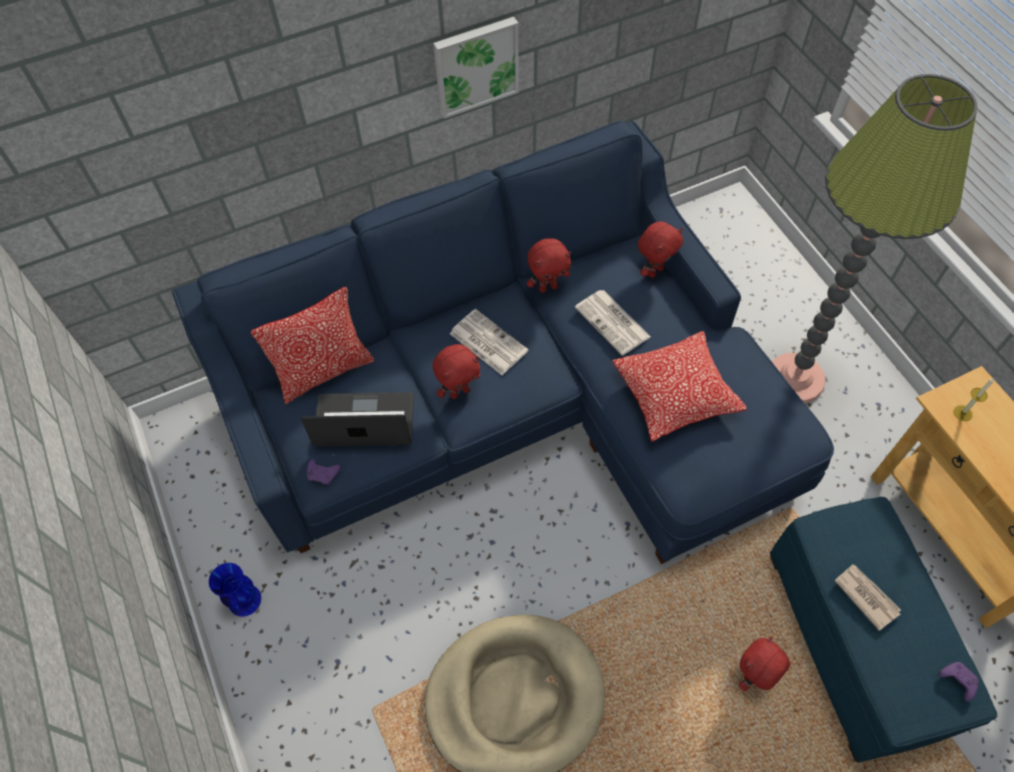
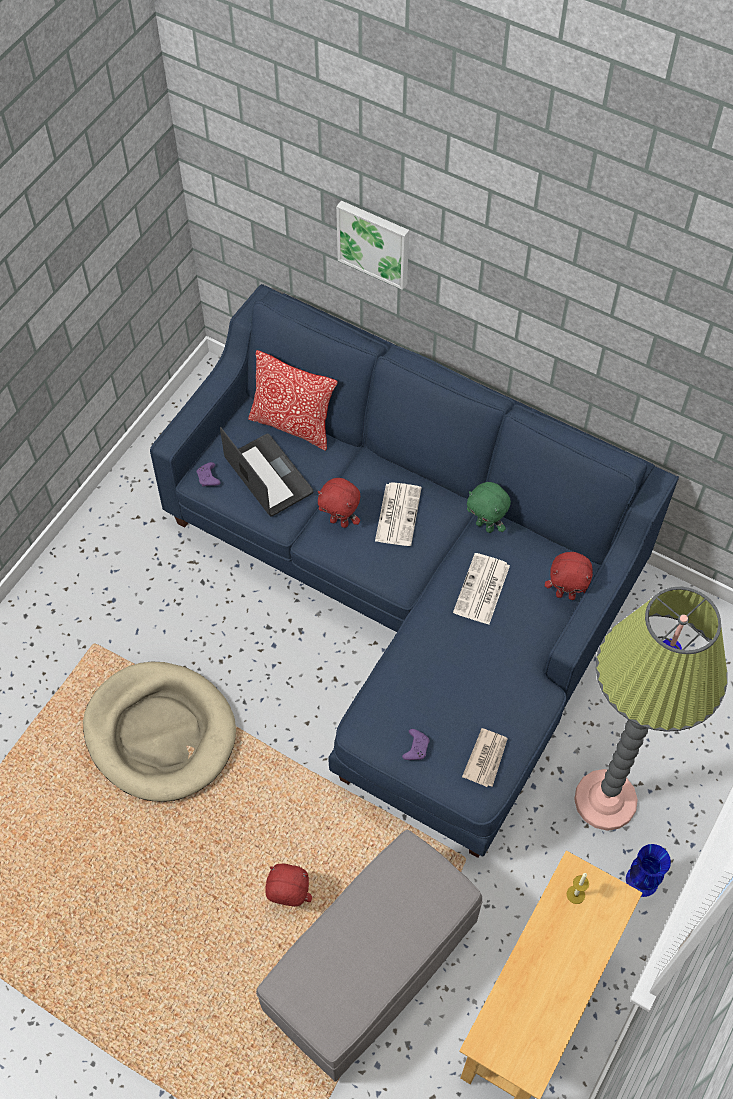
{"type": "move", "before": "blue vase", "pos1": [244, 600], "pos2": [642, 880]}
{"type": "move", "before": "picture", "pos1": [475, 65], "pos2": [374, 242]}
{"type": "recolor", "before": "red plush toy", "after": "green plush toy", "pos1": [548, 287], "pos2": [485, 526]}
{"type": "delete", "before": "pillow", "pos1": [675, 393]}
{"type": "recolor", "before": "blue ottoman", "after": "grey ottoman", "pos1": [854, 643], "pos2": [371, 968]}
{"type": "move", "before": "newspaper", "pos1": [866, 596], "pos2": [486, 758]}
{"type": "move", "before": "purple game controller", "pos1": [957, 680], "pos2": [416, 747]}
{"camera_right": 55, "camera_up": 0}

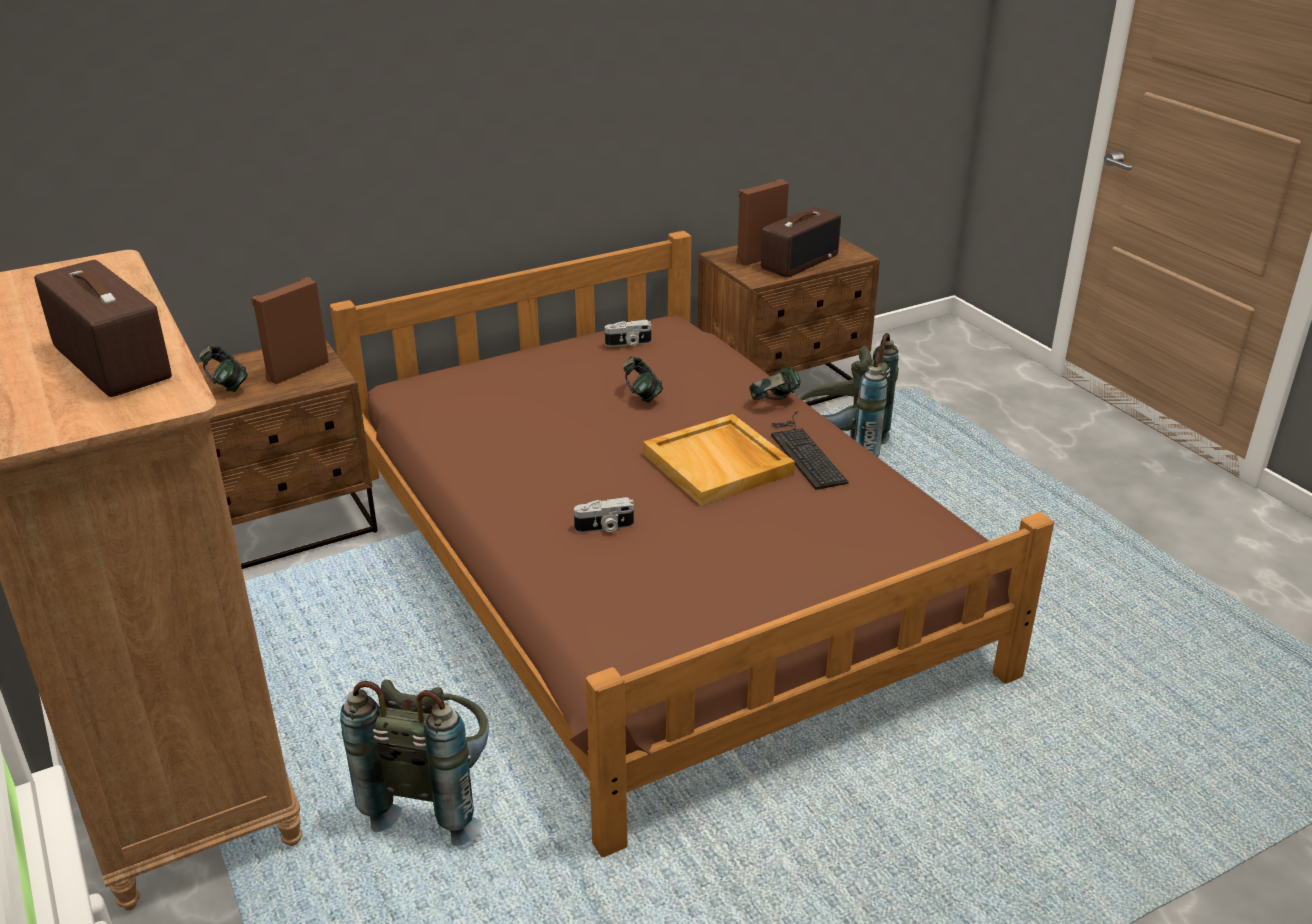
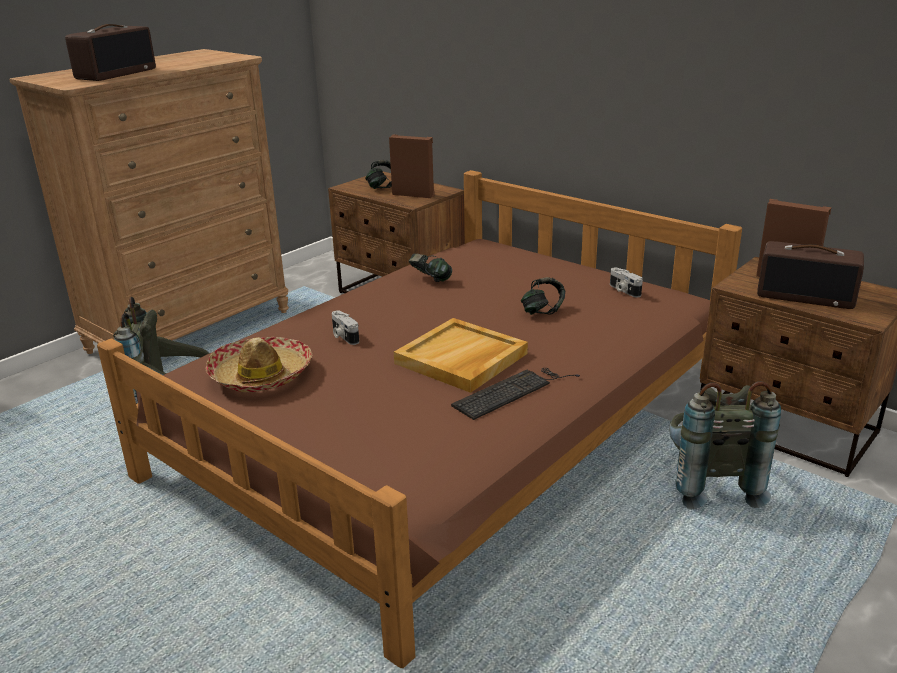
{"type": "move", "before": "headphones", "pos1": [774, 402], "pos2": [430, 280]}
{"type": "insert", "after": "hat", "pos2": [261, 375]}
{"camera_right": 70, "camera_up": -5}

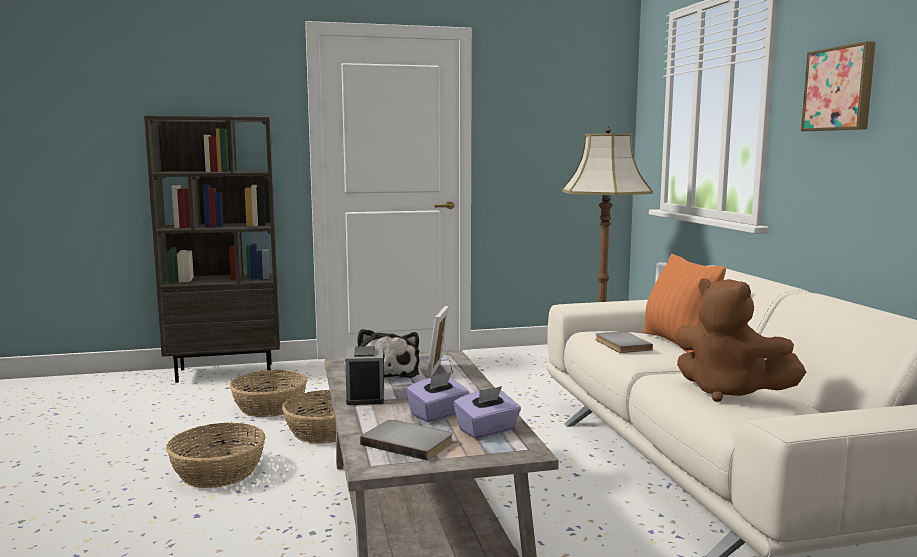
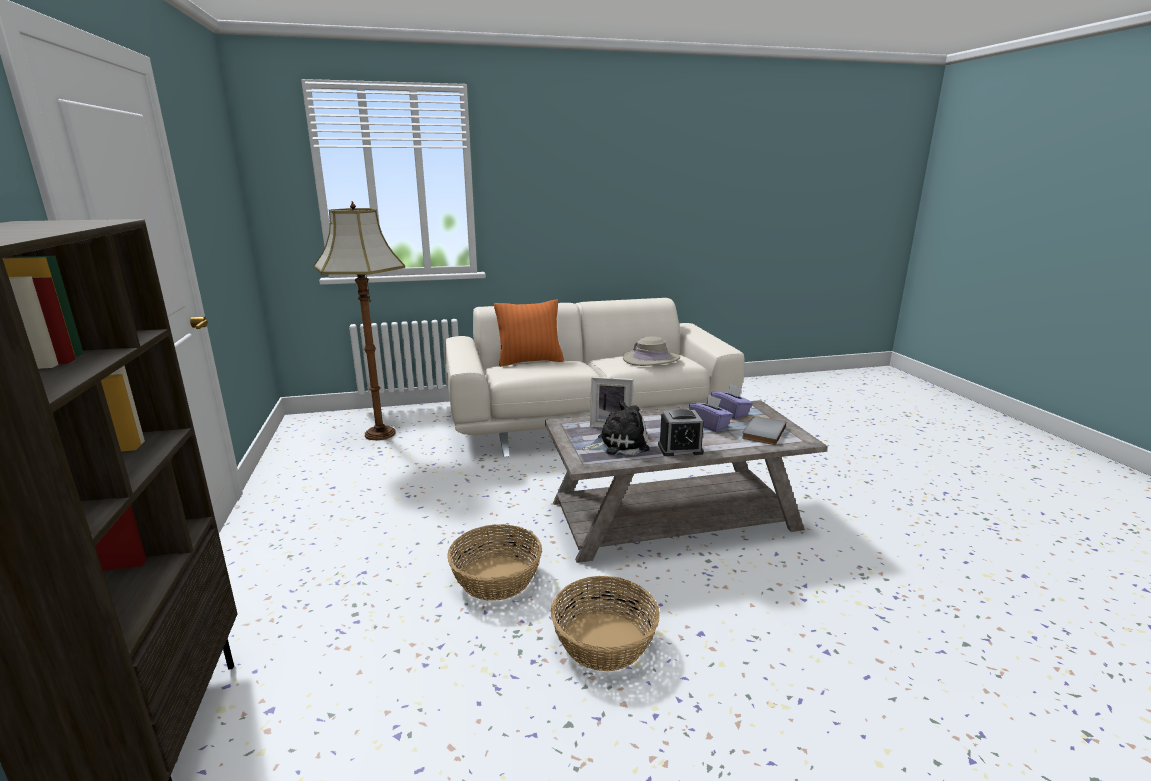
{"type": "delete", "before": "basket", "pos1": [270, 407]}
{"type": "delete", "before": "grey book", "pos1": [620, 345]}
{"type": "replace", "before": "brown plush toy", "after": "beige hat", "pos1": [728, 392], "pos2": [651, 359]}
{"type": "delete", "before": "picture", "pos1": [840, 89]}
{"camera_right": -90, "camera_up": 10}

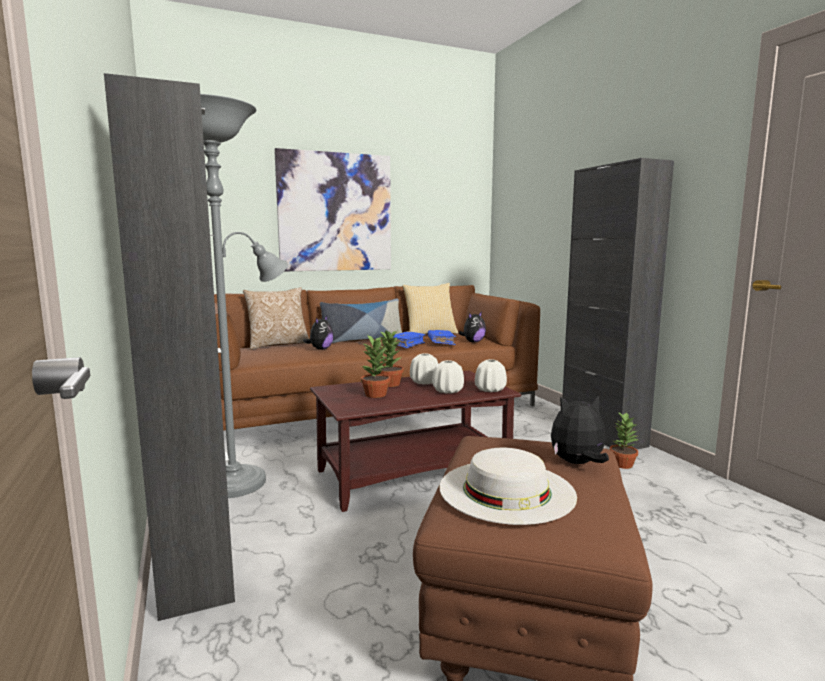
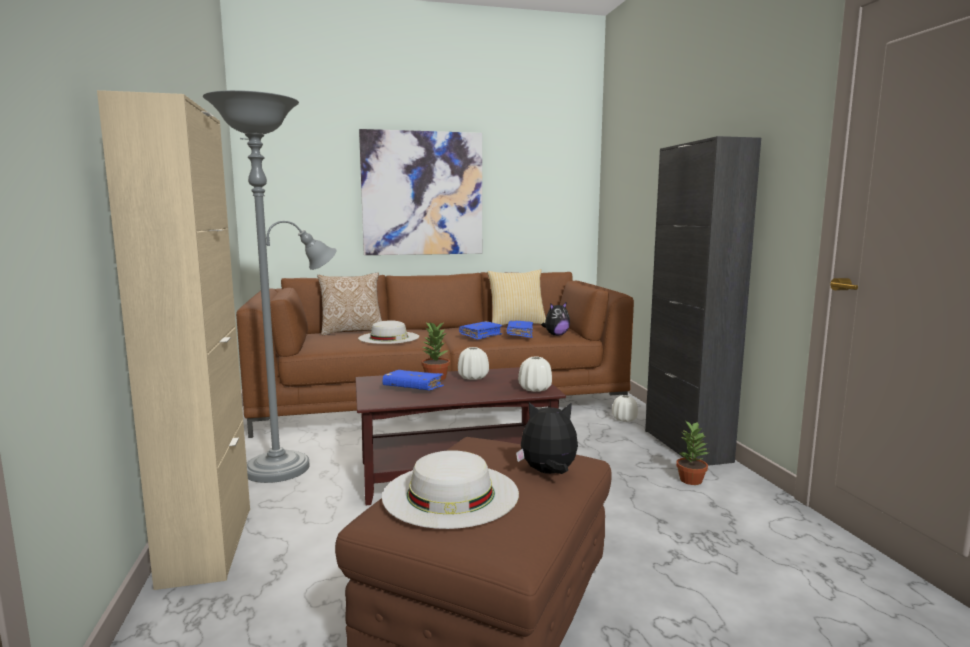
{"type": "recolor", "before": "black cabinet", "after": "beige cabinet", "pos1": [196, 567], "pos2": [207, 545]}
{"type": "replace", "before": "plush toy", "after": "white hat", "pos1": [320, 349], "pos2": [389, 337]}
{"type": "delete", "before": "pillow", "pos1": [362, 340]}
{"type": "replace", "before": "potted plant", "after": "blue book", "pos1": [375, 394], "pos2": [413, 388]}
{"type": "move", "before": "white vase", "pos1": [448, 391], "pos2": [624, 419]}
{"camera_right": 10, "camera_up": 0}

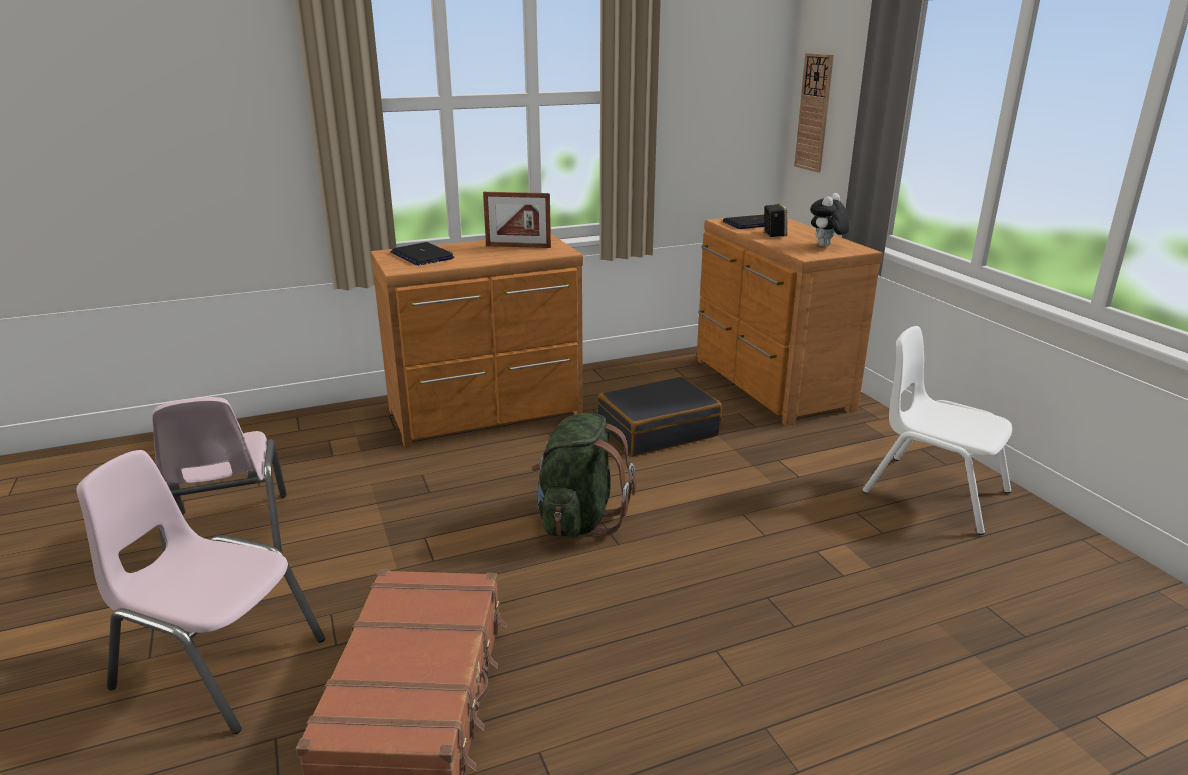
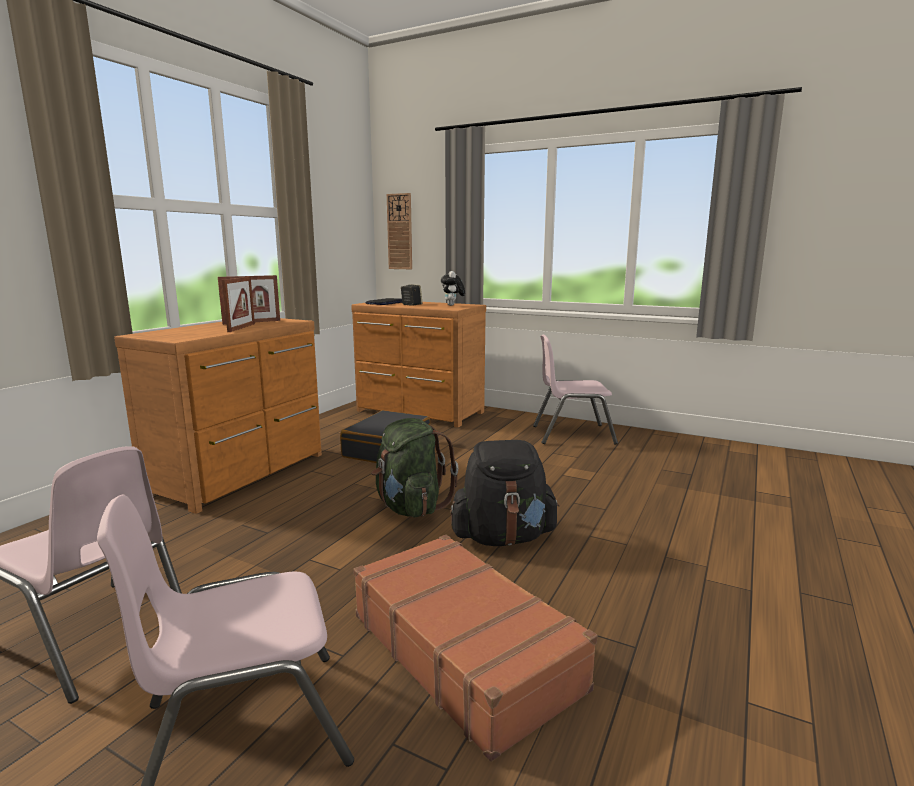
{"type": "delete", "before": "laptop", "pos1": [422, 256]}
{"type": "recolor", "before": "white chair", "after": "pink chair", "pos1": [934, 492], "pos2": [572, 434]}
{"type": "insert", "after": "picture frame", "pos2": [241, 327]}
{"type": "insert", "after": "black backpack", "pos2": [503, 537]}
{"camera_right": -40, "camera_up": -10}

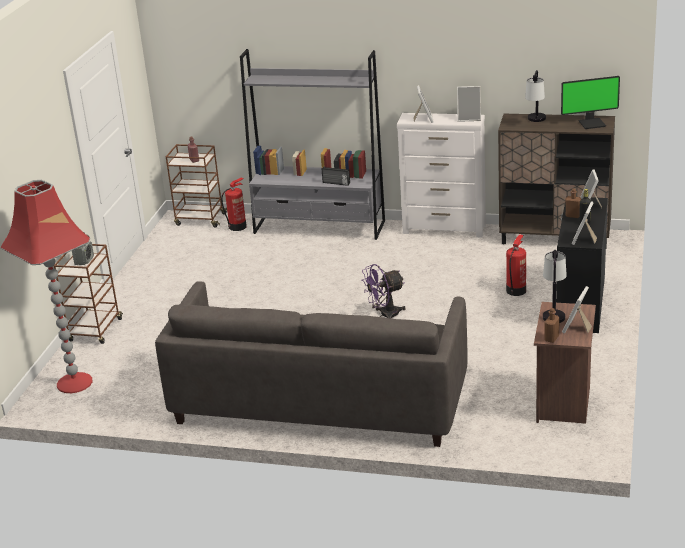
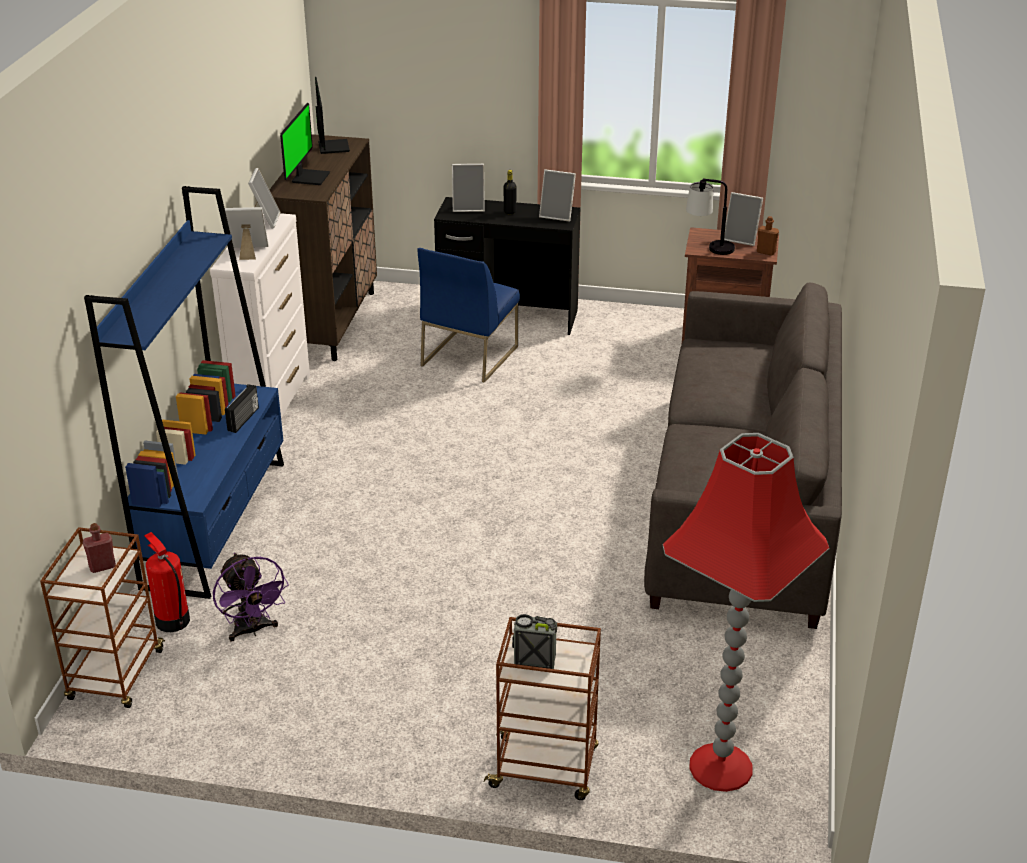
{"type": "recolor", "before": "grey bookcase", "after": "blue bookcase", "pos1": [319, 227], "pos2": [216, 523]}
{"type": "move", "before": "purple fan", "pos1": [385, 315], "pos2": [252, 630]}
{"type": "replace", "before": "fire extinguisher", "after": "blue chair", "pos1": [516, 290], "pos2": [469, 355]}
{"type": "replace", "before": "table lamp", "after": "monitor", "pos1": [536, 122], "pos2": [309, 177]}
{"type": "delete", "before": "brown bottle", "pos1": [573, 216]}
{"camera_right": -95, "camera_up": 5}

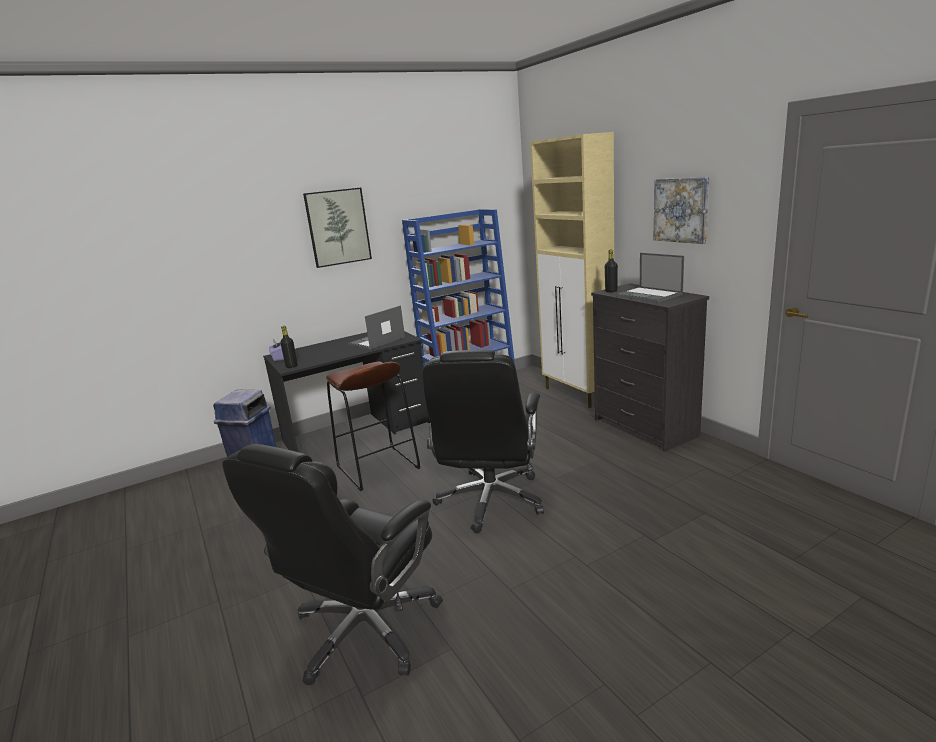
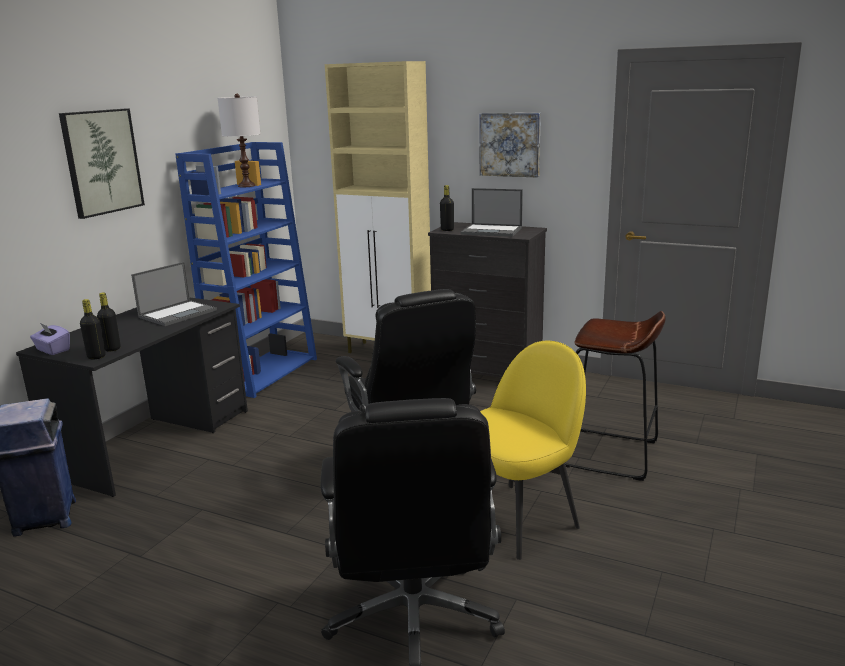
{"type": "move", "before": "brown stool", "pos1": [377, 467], "pos2": [609, 454]}
{"type": "rotate", "before": "laptop", "pos1": [376, 341], "pos2": [178, 313], "turn": -150}
{"type": "insert", "after": "black bottle", "pos2": [112, 349]}
{"type": "insert", "after": "white table lamp", "pos2": [246, 186]}
{"type": "insert", "after": "yellow chair", "pos2": [518, 518]}
{"camera_right": -35, "camera_up": 0}

